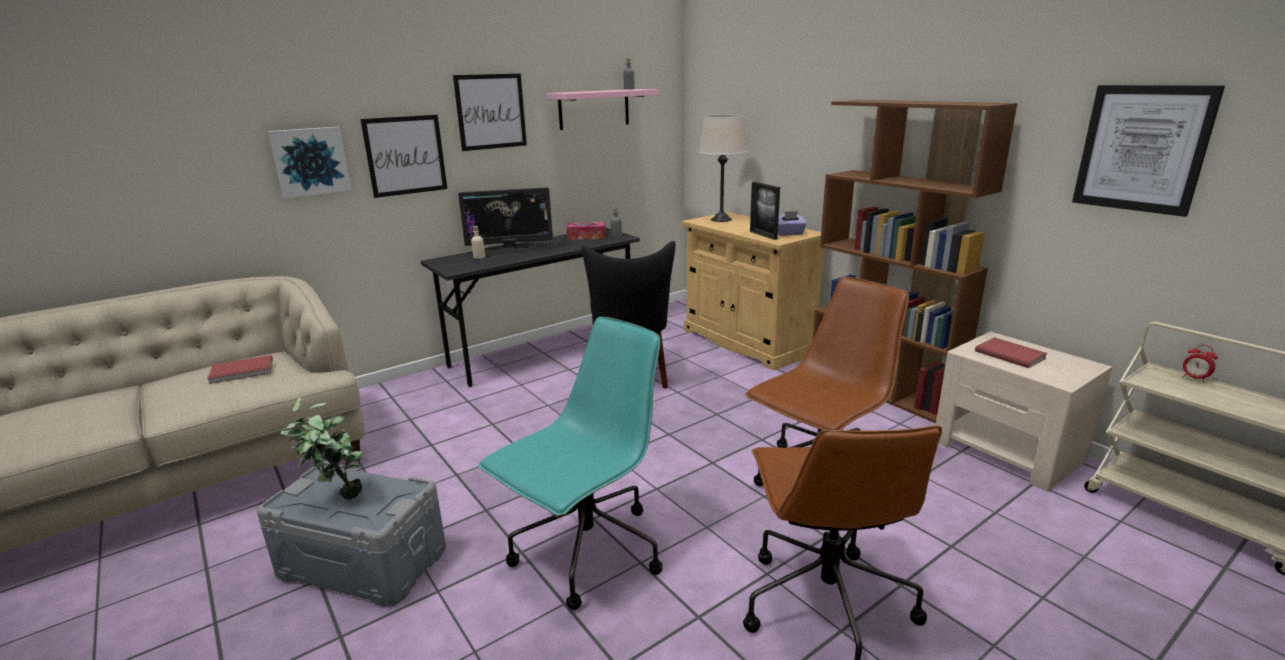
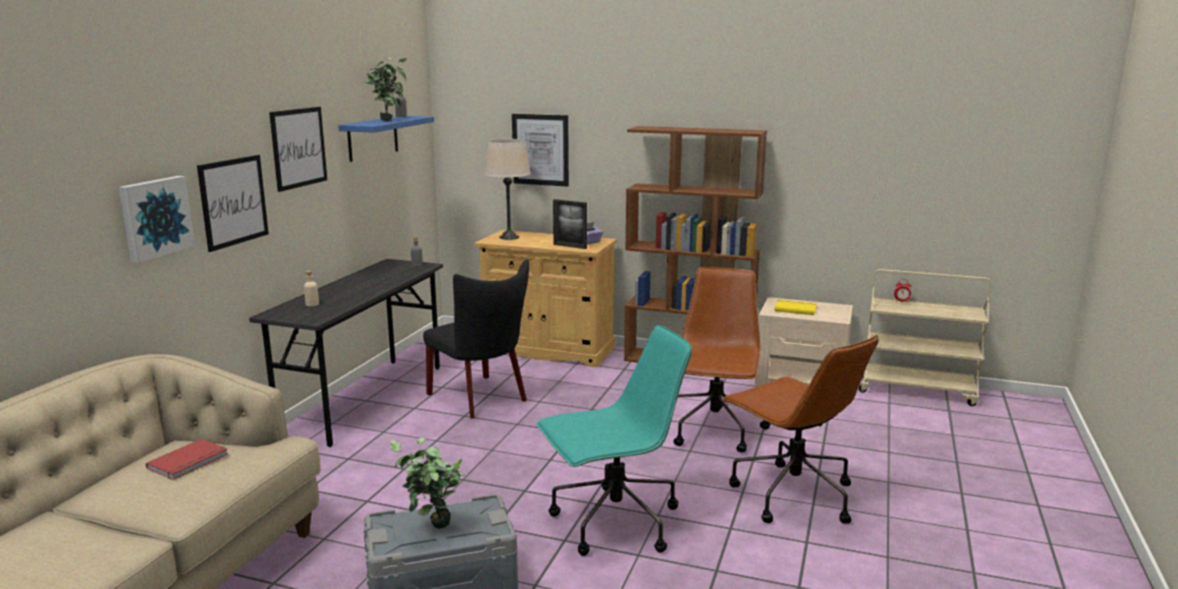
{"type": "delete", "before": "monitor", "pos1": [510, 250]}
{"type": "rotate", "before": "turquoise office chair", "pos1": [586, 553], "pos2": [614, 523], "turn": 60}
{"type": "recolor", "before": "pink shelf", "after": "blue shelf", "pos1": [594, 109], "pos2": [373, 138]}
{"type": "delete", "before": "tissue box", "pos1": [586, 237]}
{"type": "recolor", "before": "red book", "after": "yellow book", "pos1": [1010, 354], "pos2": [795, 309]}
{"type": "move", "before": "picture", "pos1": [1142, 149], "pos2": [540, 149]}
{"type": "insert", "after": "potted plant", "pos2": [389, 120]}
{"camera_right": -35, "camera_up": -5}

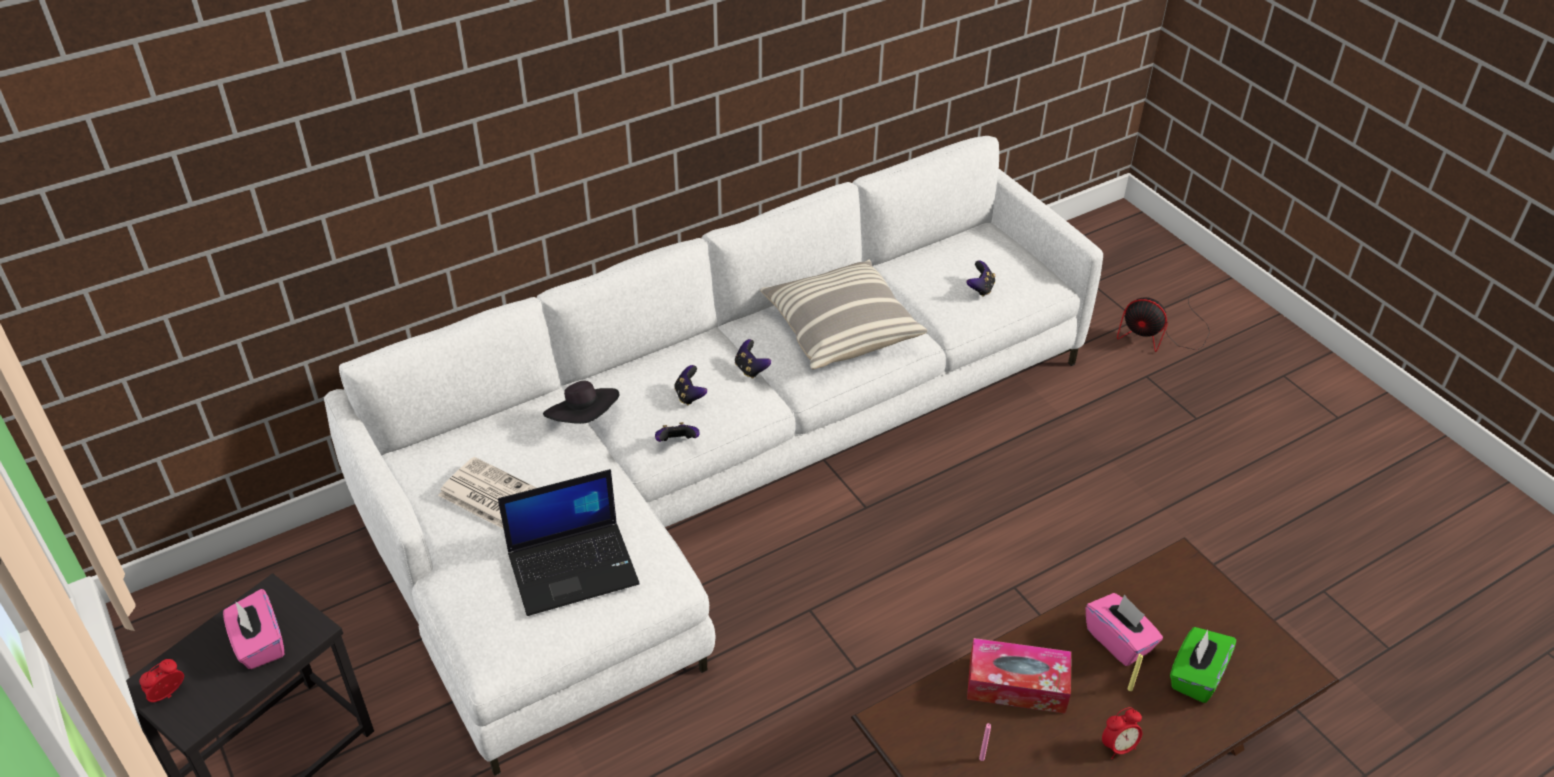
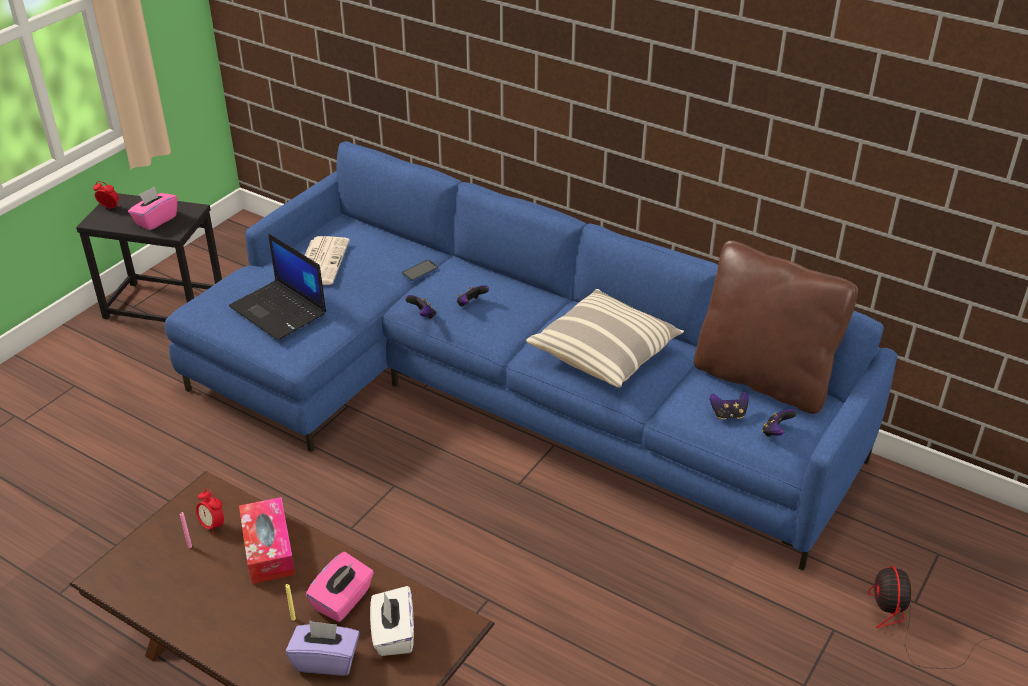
{"type": "recolor", "before": "white sofa", "after": "blue sofa", "pos1": [718, 470], "pos2": [502, 394]}
{"type": "replace", "before": "black hat", "after": "phone", "pos1": [584, 419], "pos2": [420, 271]}
{"type": "move", "before": "game controller", "pos1": [751, 369], "pos2": [776, 432]}
{"type": "move", "before": "alarm clock", "pos1": [1118, 747], "pos2": [212, 525]}
{"type": "recolor", "before": "green tissue box", "after": "purple tissue box", "pos1": [1196, 676], "pos2": [326, 660]}
{"type": "insert", "after": "white tissue box", "pos2": [393, 634]}
{"type": "insert", "after": "brown pillow", "pos2": [763, 379]}
{"camera_right": 65, "camera_up": -5}

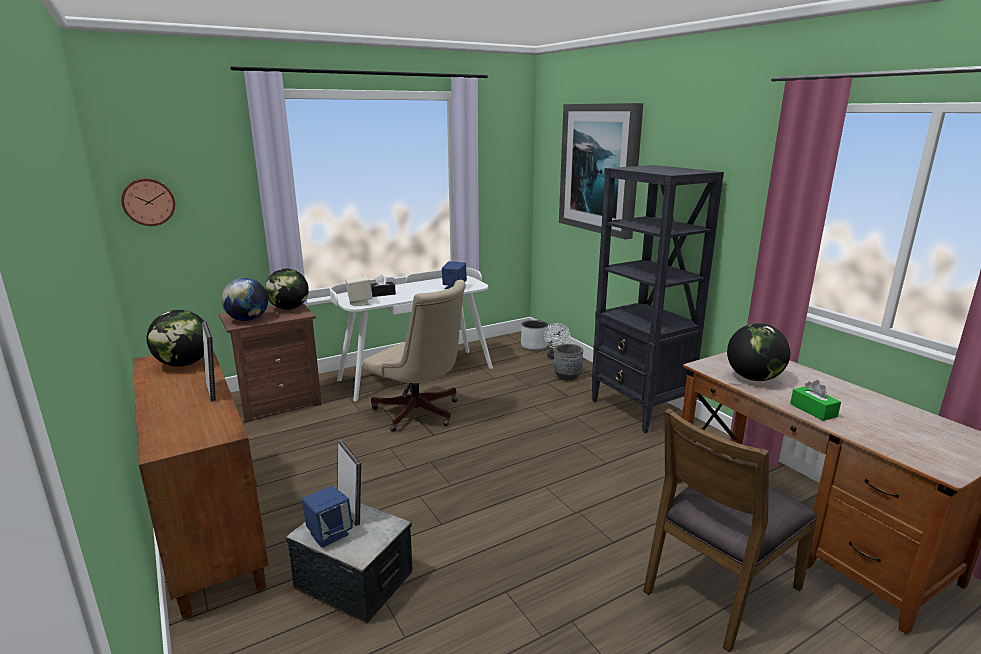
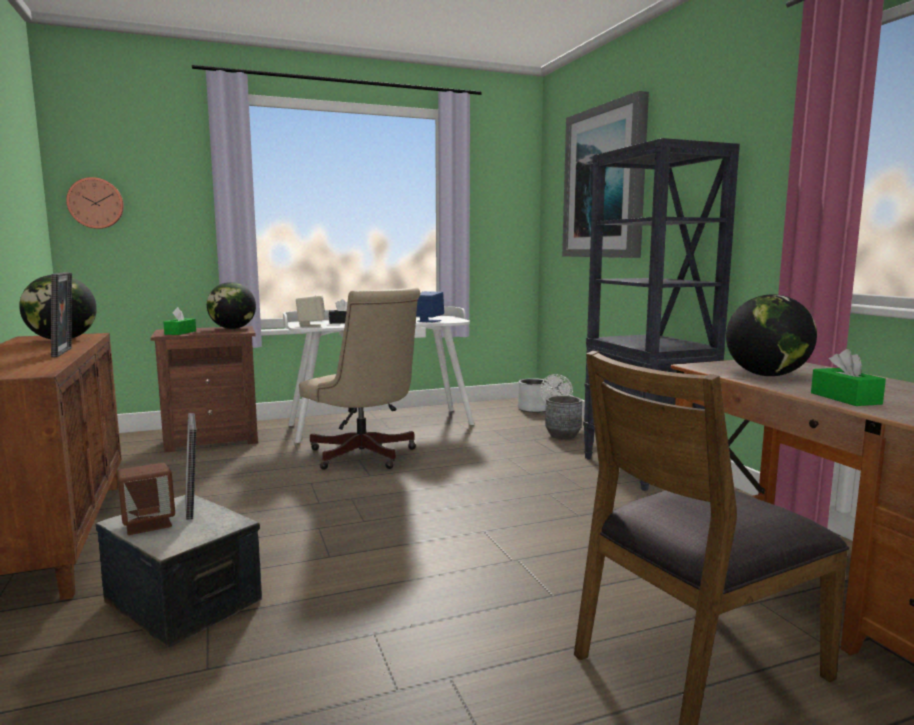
{"type": "replace", "before": "globe", "after": "green tissue box", "pos1": [248, 320], "pos2": [180, 332]}
{"type": "recolor", "before": "blue speaker", "after": "brown speaker", "pos1": [329, 534], "pos2": [148, 524]}
{"camera_right": 10, "camera_up": -10}

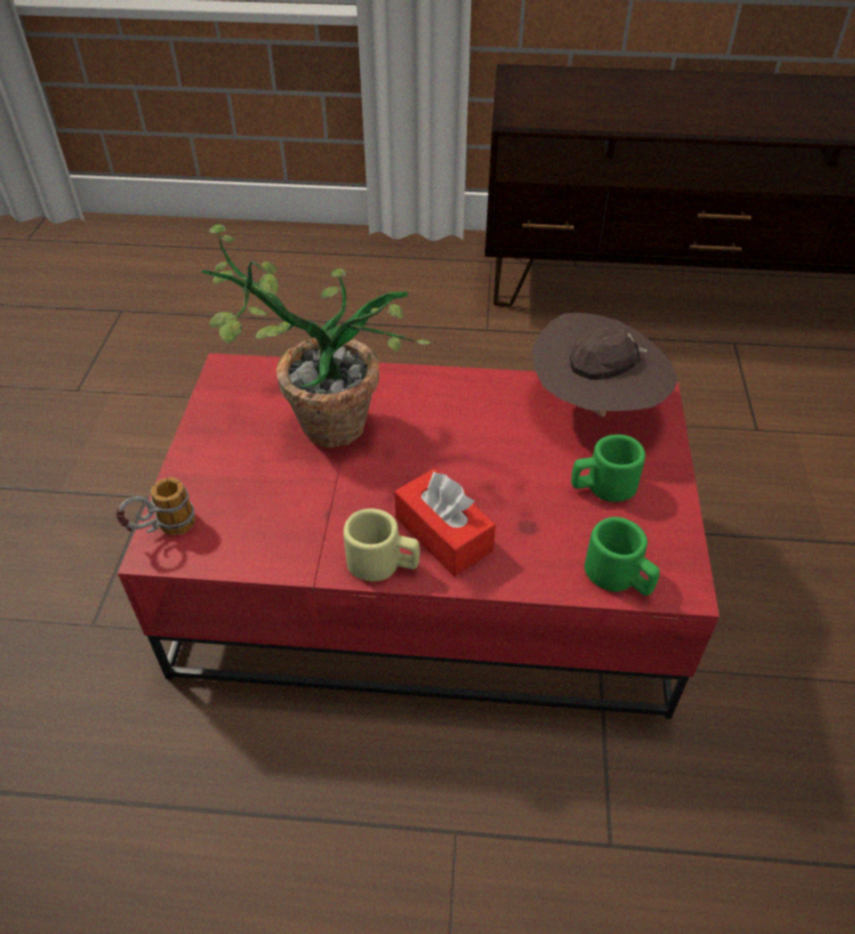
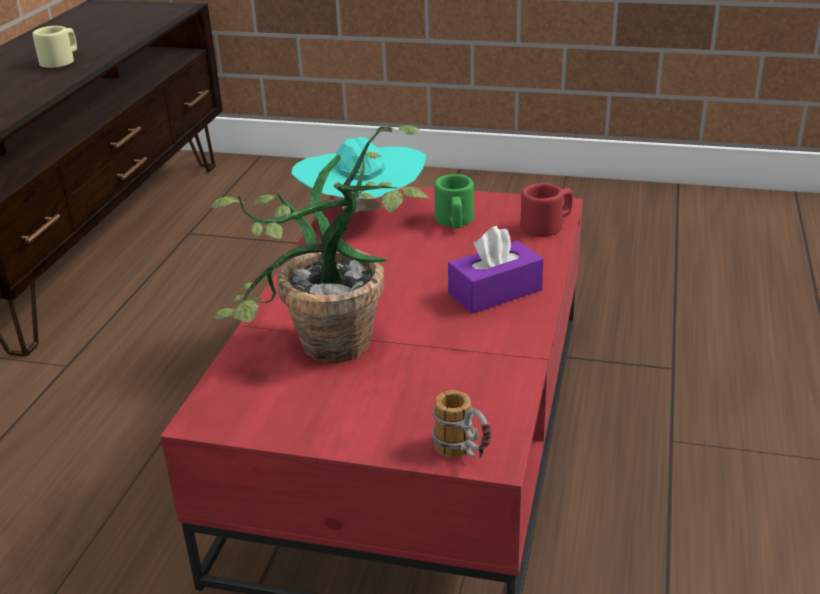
{"type": "move", "before": "beige mug", "pos1": [383, 563], "pos2": [61, 61]}
{"type": "recolor", "before": "red tissue box", "after": "purple tissue box", "pos1": [443, 534], "pos2": [495, 292]}
{"type": "recolor", "before": "brown hat", "after": "turquoise hat", "pos1": [594, 407], "pos2": [362, 215]}
{"type": "recolor", "before": "green mug", "after": "red mug", "pos1": [619, 577], "pos2": [547, 225]}
{"camera_right": -80, "camera_up": -15}

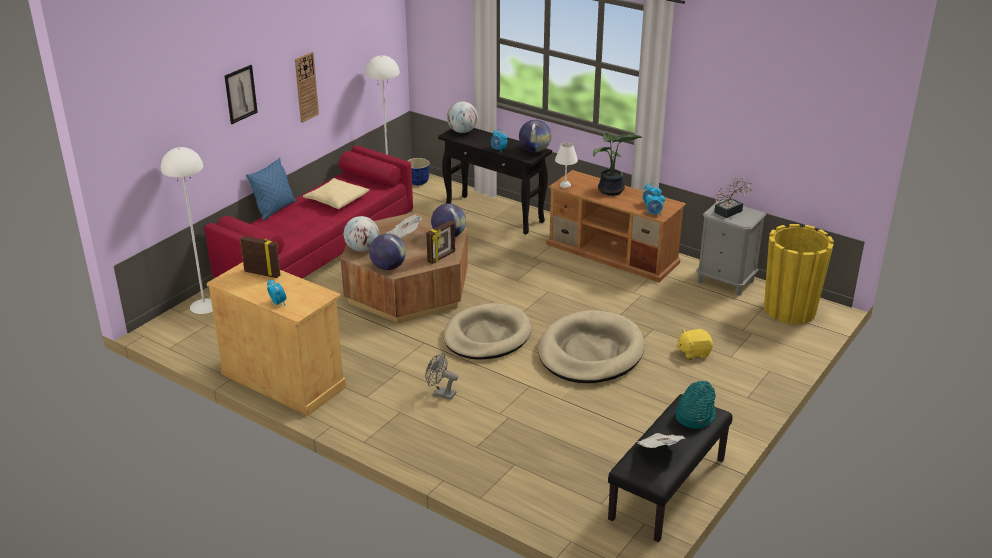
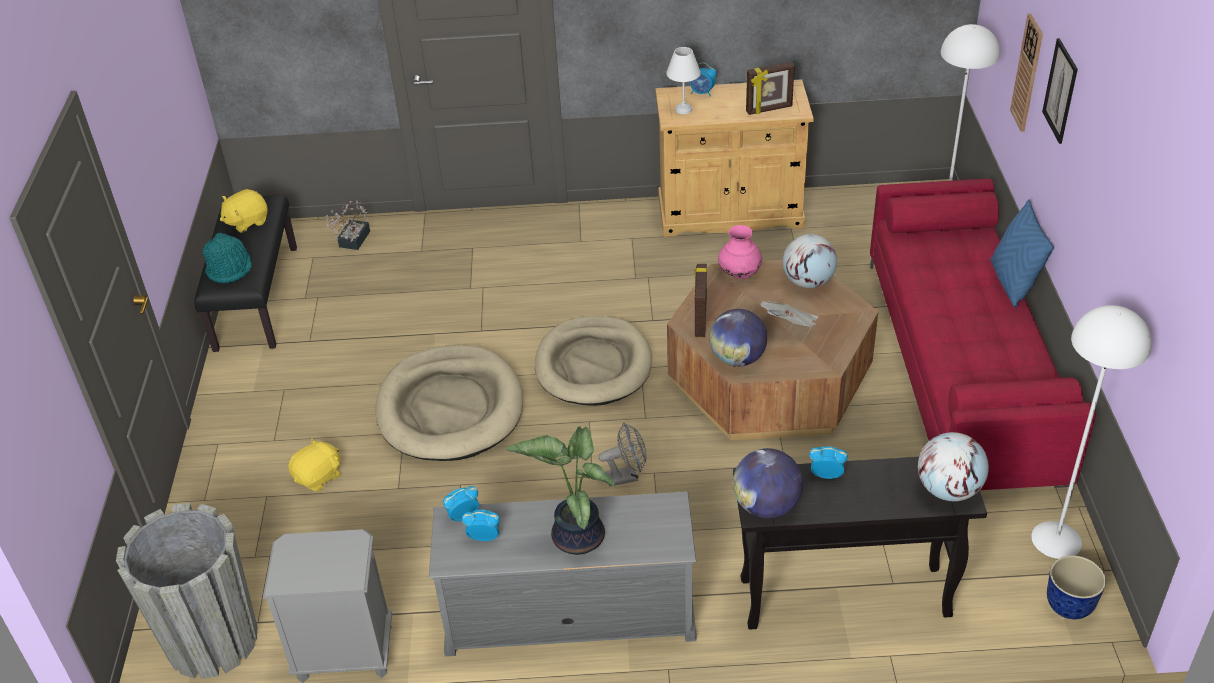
{"type": "move", "before": "wall clock", "pos1": [306, 87], "pos2": [1027, 73]}
{"type": "delete", "before": "beige pillow", "pos1": [336, 199]}
{"type": "replace", "before": "globe", "after": "pink vase", "pos1": [388, 267], "pos2": [739, 274]}
{"type": "move", "before": "grey fan", "pos1": [440, 393], "pos2": [627, 476]}
{"type": "recolor", "before": "brown tv stand", "after": "grey tv stand", "pos1": [613, 253], "pos2": [567, 615]}
{"type": "move", "before": "white table lamp", "pos1": [564, 185], "pos2": [684, 109]}
{"type": "replace", "before": "newspaper", "after": "yellow plush toy", "pos1": [659, 450], "pos2": [247, 222]}
{"type": "move", "before": "potted plant", "pos1": [730, 211], "pos2": [352, 241]}
{"type": "recolor", "before": "yellow planter", "after": "grey planter", "pos1": [789, 310], "pos2": [212, 640]}
{"camera_right": 145, "camera_up": 10}

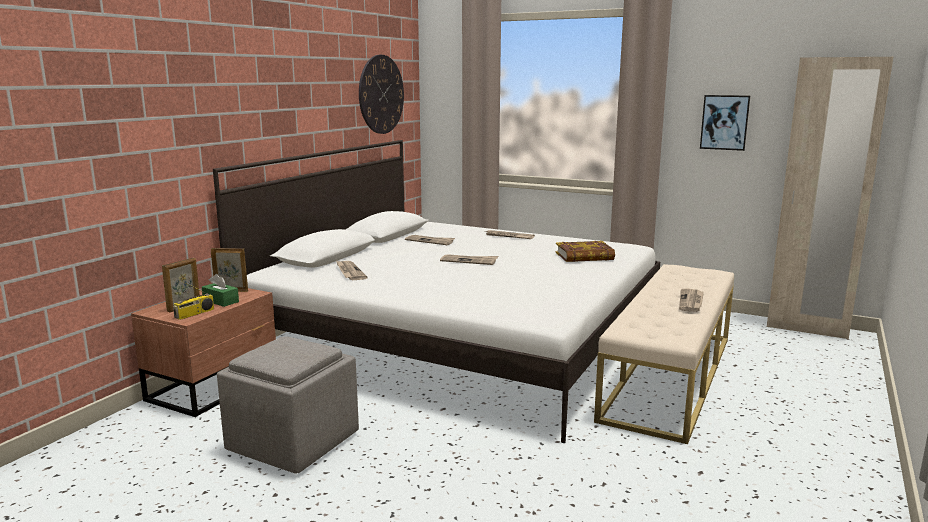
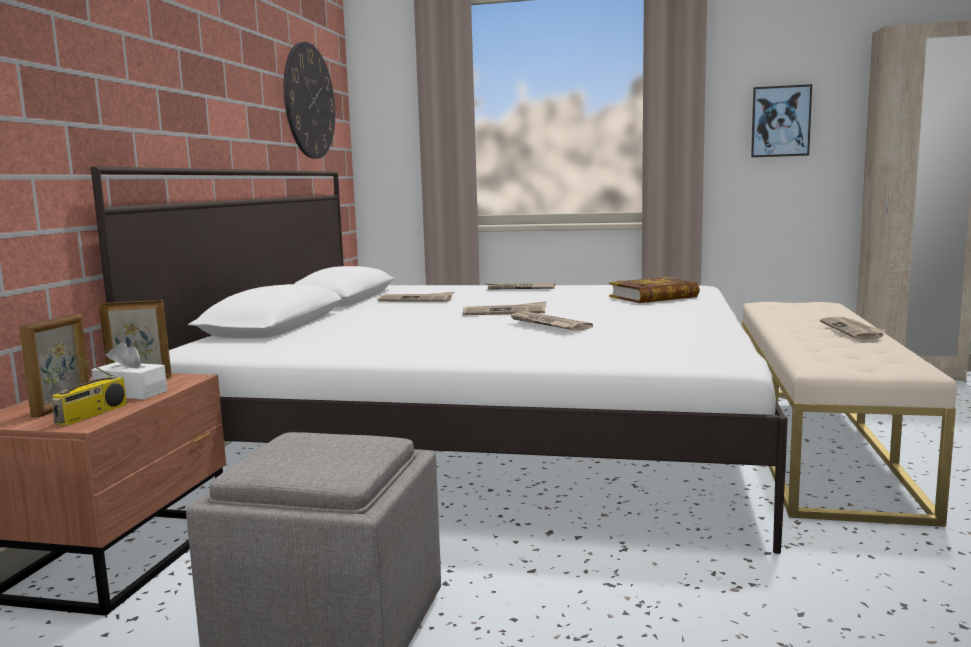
{"type": "recolor", "before": "green tissue box", "after": "white tissue box", "pos1": [221, 301], "pos2": [131, 393]}
{"type": "move", "before": "newspaper", "pos1": [349, 272], "pos2": [547, 324]}
{"camera_right": -15, "camera_up": -5}

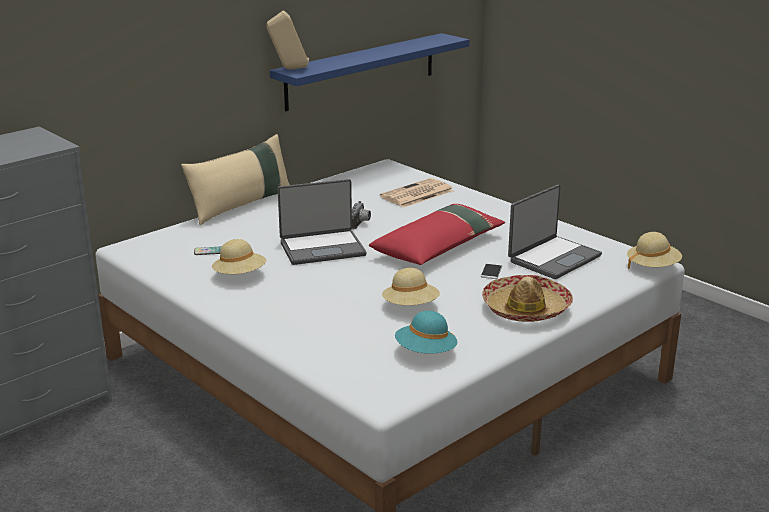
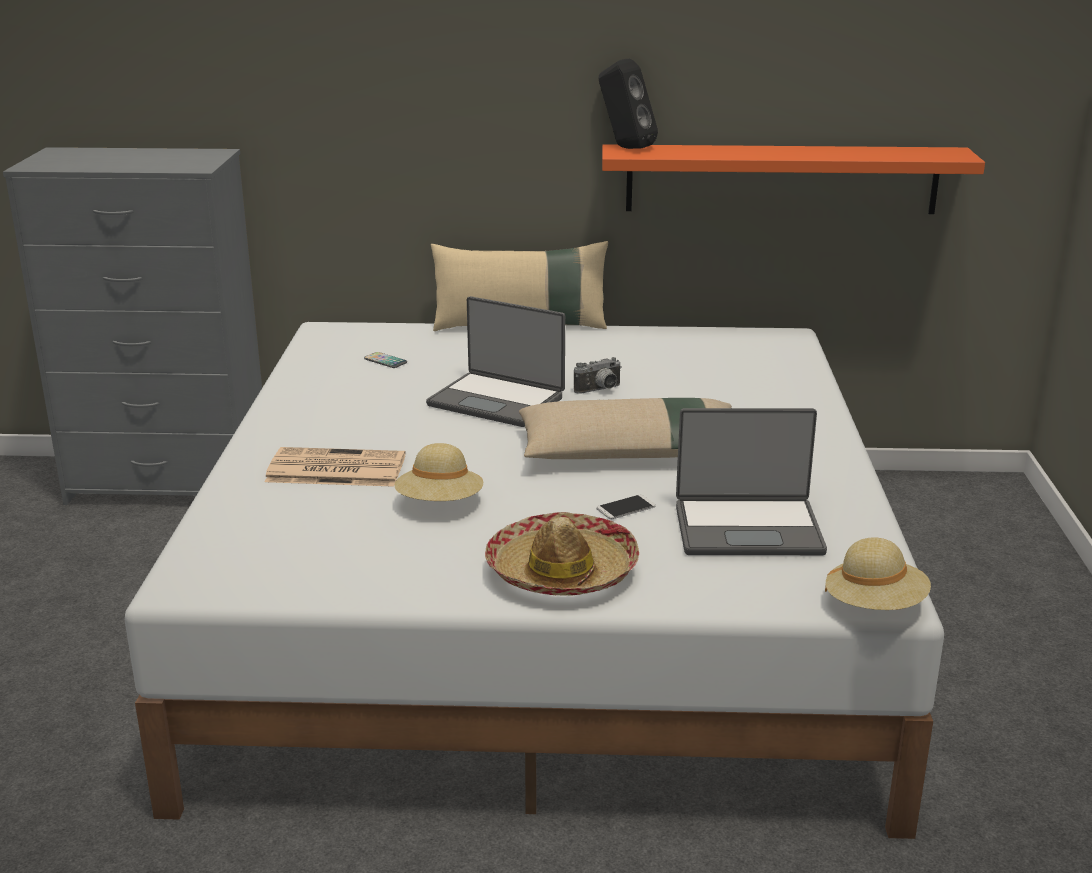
{"type": "delete", "before": "beige hat", "pos1": [240, 275]}
{"type": "recolor", "before": "beige speaker", "after": "black speaker", "pos1": [288, 69], "pos2": [624, 147]}
{"type": "recolor", "before": "blue shelf", "after": "orange shelf", "pos1": [361, 71], "pos2": [781, 179]}
{"type": "recolor", "before": "red pillow", "after": "beige pillow", "pos1": [439, 246], "pos2": [631, 451]}
{"type": "move", "before": "newspaper", "pos1": [416, 194], "pos2": [334, 469]}
{"type": "delete", "before": "turquoise hat", "pos1": [425, 352]}
{"camera_right": 45, "camera_up": 0}

